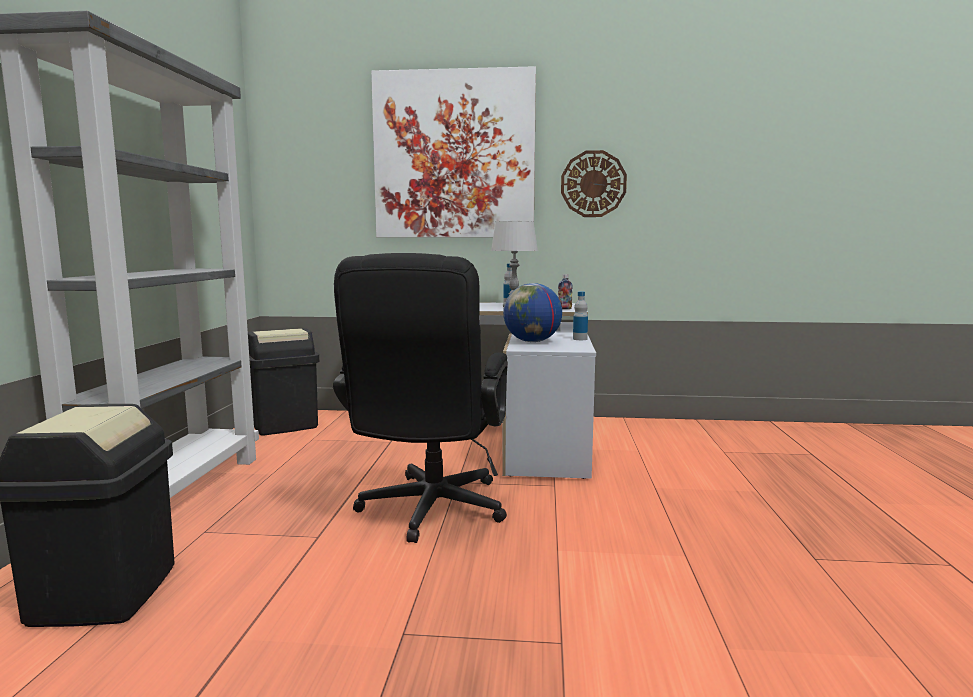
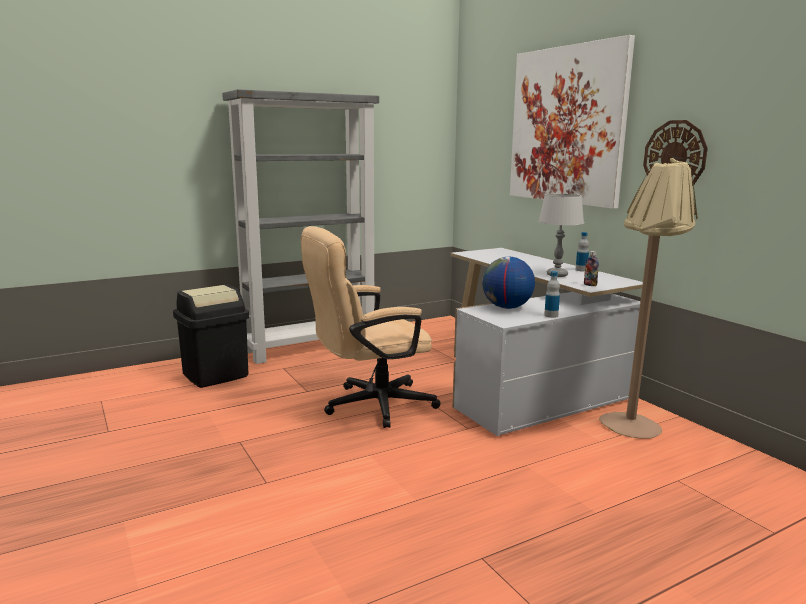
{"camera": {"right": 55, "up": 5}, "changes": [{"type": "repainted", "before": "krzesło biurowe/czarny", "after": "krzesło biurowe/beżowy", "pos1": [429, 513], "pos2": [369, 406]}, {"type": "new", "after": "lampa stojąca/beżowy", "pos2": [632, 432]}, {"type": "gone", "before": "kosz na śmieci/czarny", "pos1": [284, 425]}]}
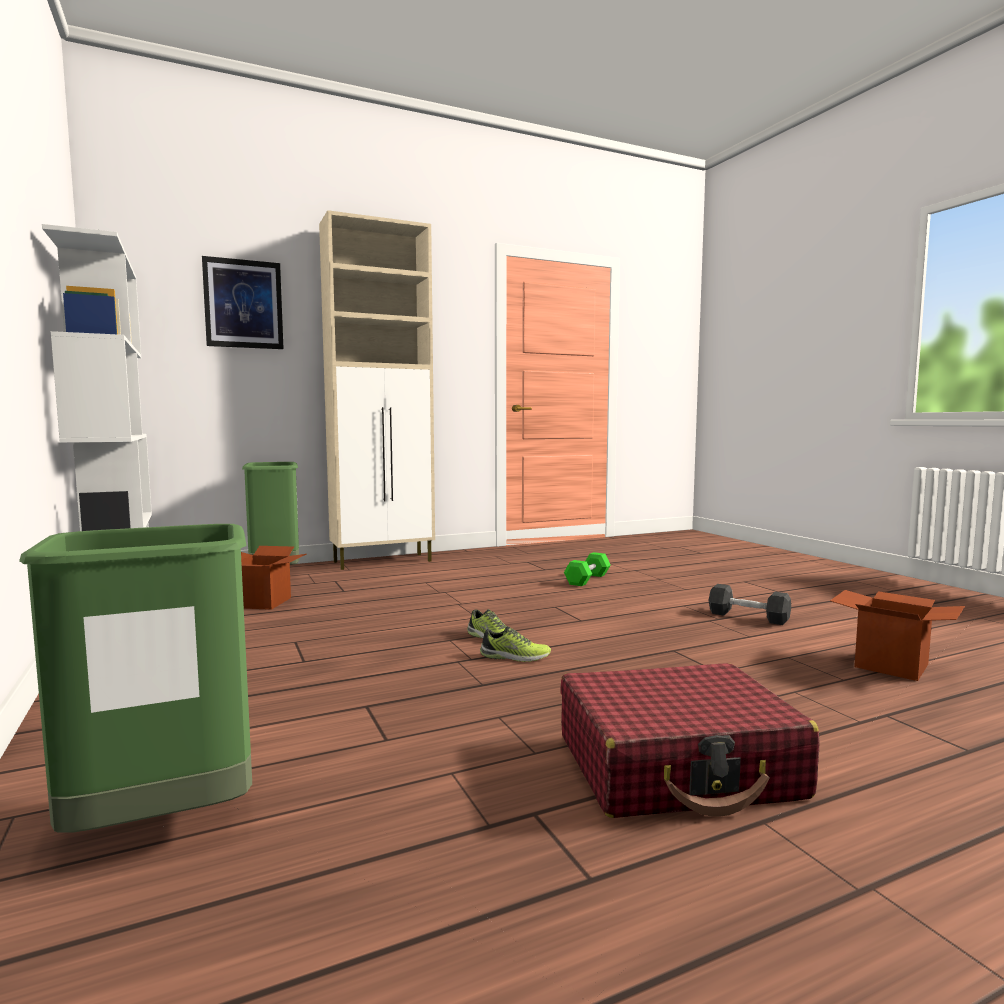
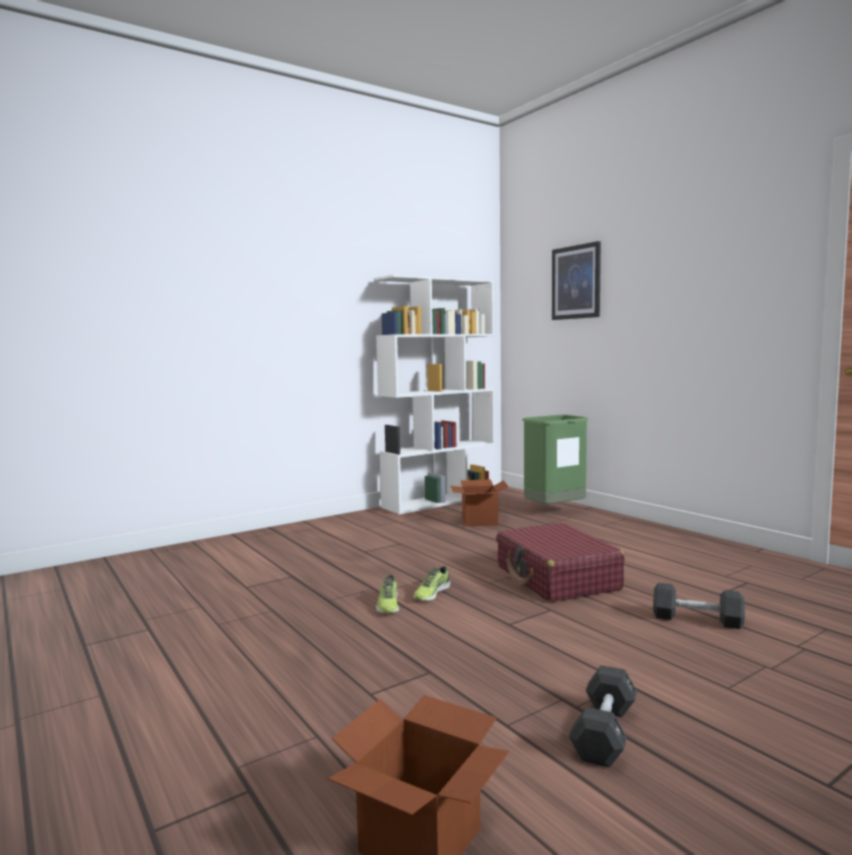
{"camera": {"right": 80, "up": 0}, "changes": [{"type": "shifted", "before": "walizka/czerwony", "pos1": [678, 767], "pos2": [557, 578]}, {"type": "repainted", "before": "hantel/zielony", "after": "hantel/czarny", "pos1": [587, 579], "pos2": [697, 619]}, {"type": "gone", "before": "kosz na śmieci/zielony", "pos1": [162, 826]}, {"type": "gone", "before": "szafka/beżowy", "pos1": [384, 561]}]}
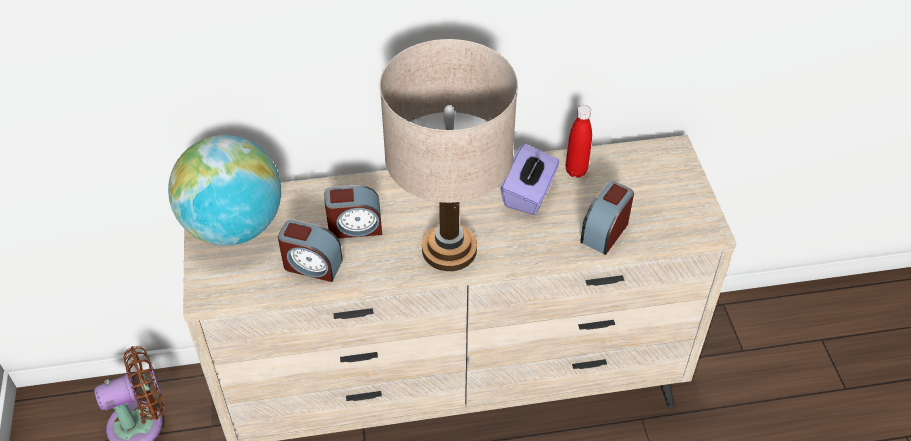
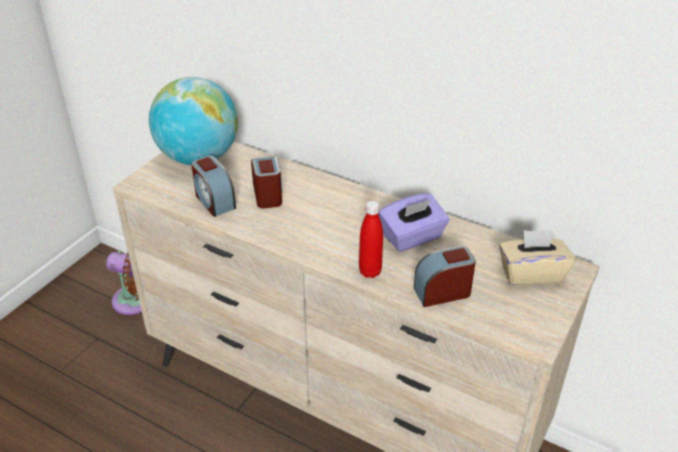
{"camera": {"right": 40, "up": -10}, "changes": [{"type": "rotated", "before": "budzik", "pos1": [355, 226], "pos2": [268, 194], "turn": -135}, {"type": "shifted", "before": "butelka/czerwony", "pos1": [576, 171], "pos2": [370, 272]}, {"type": "new", "after": "pudełko chusteczek/beżowy", "pos2": [531, 273]}, {"type": "gone", "before": "lampa stołowa/beżowy", "pos1": [449, 249]}]}
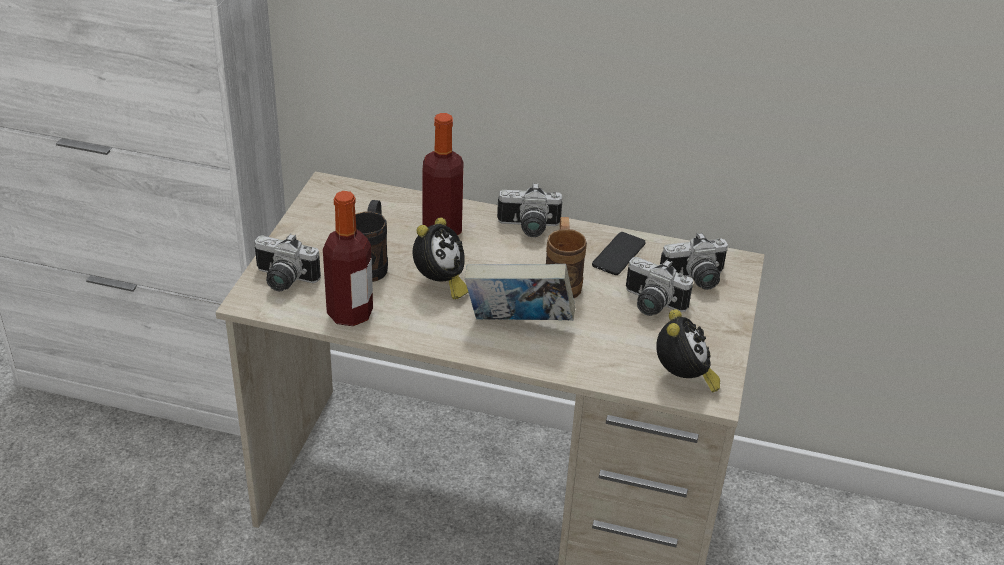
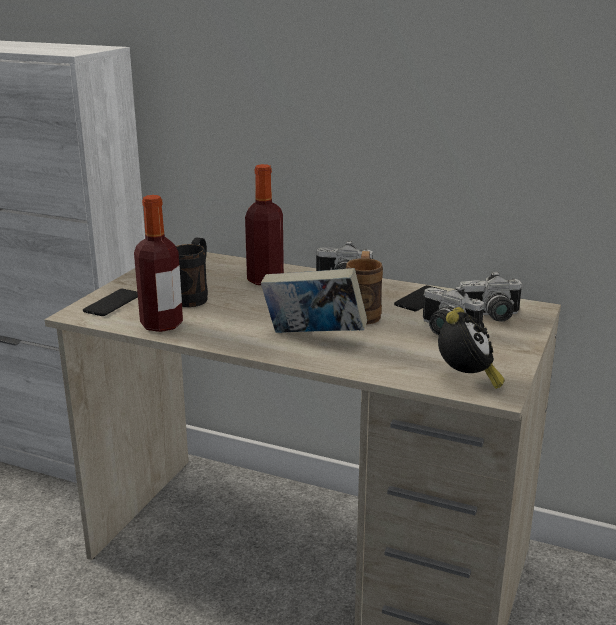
{"camera": {"right": 10, "up": -15}, "changes": [{"type": "swapped", "before": "aparat fotograficzny", "after": "telefon", "pos1": [283, 280], "pos2": [112, 303]}, {"type": "gone", "before": "budzik", "pos1": [440, 284]}]}
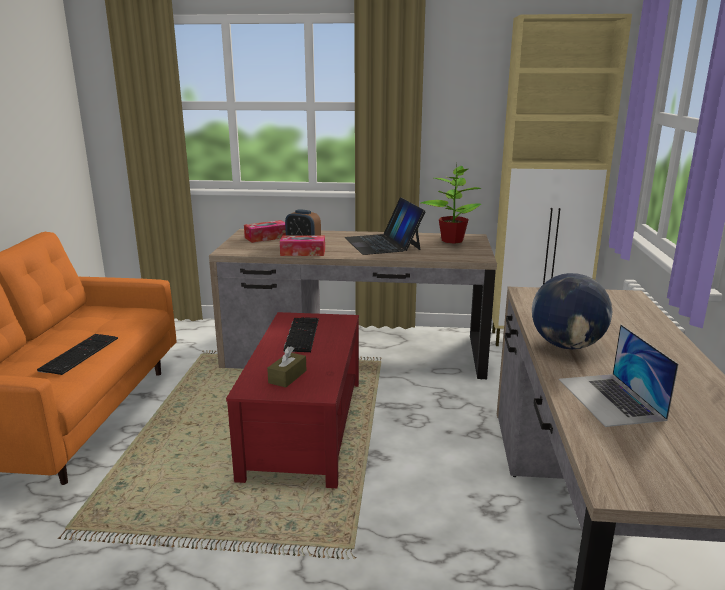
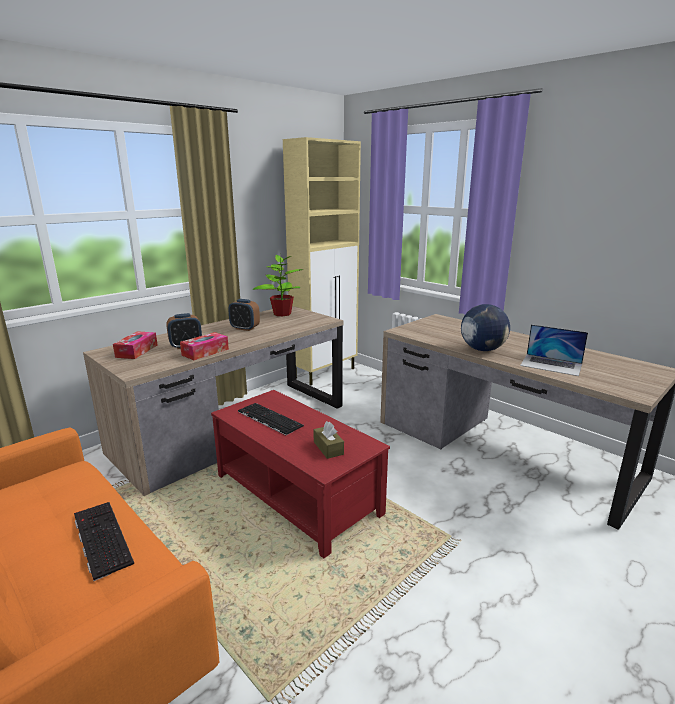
{"camera": {"right": -50, "up": 0}, "changes": [{"type": "swapped", "before": "laptop", "after": "budzik", "pos1": [383, 243], "pos2": [245, 328]}]}
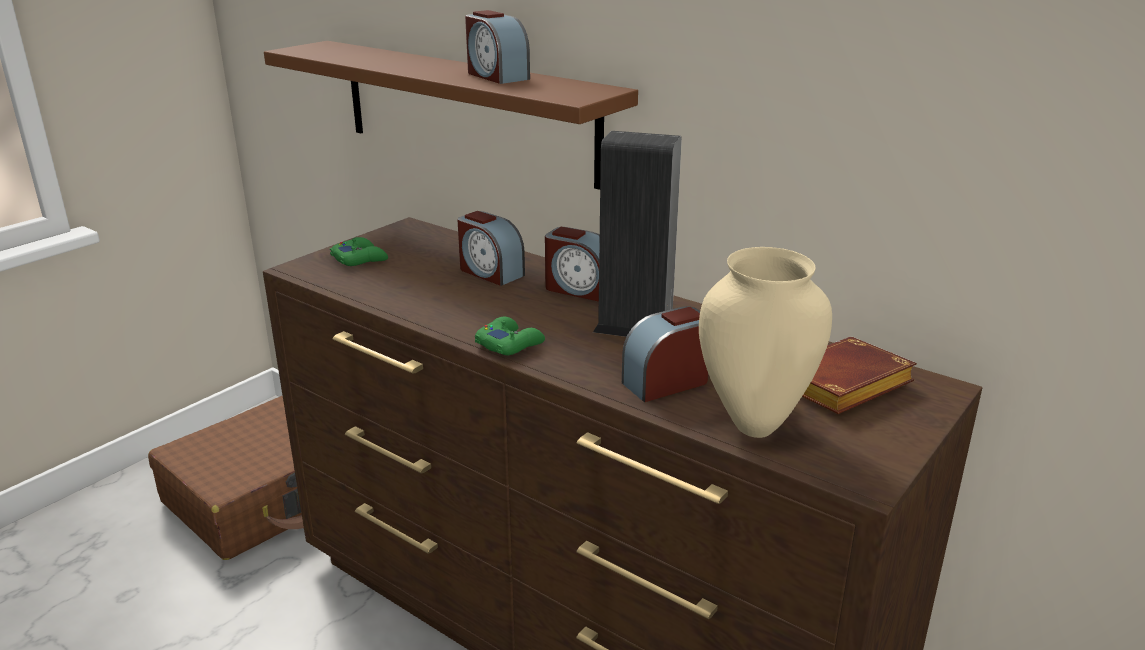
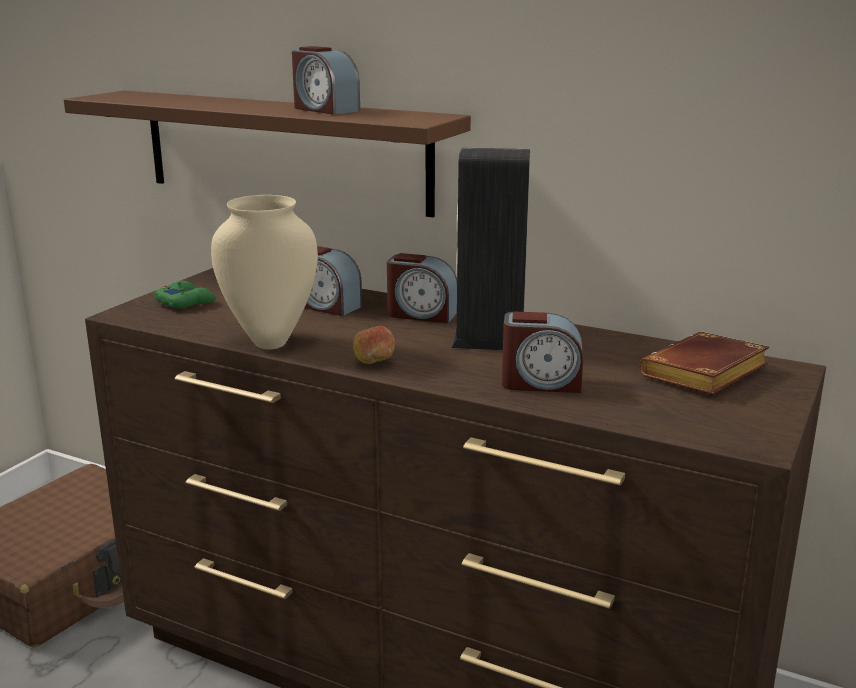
{"camera": {"right": -10, "up": -5}, "changes": [{"type": "shifted", "before": "wazon/beżowy", "pos1": [754, 423], "pos2": [271, 341]}, {"type": "swapped", "before": "pad do gier/zielony", "after": "jabłko", "pos1": [509, 344], "pos2": [374, 363]}, {"type": "rotated", "before": "budzik", "pos1": [666, 382], "pos2": [541, 383], "turn": -135}]}
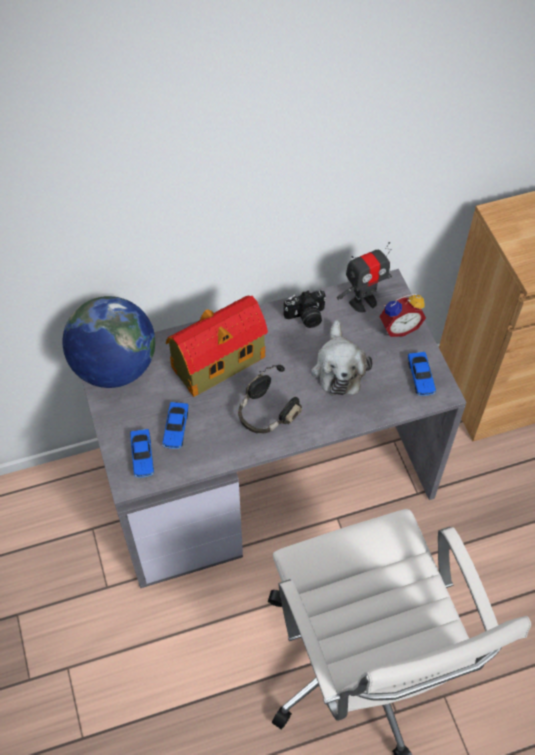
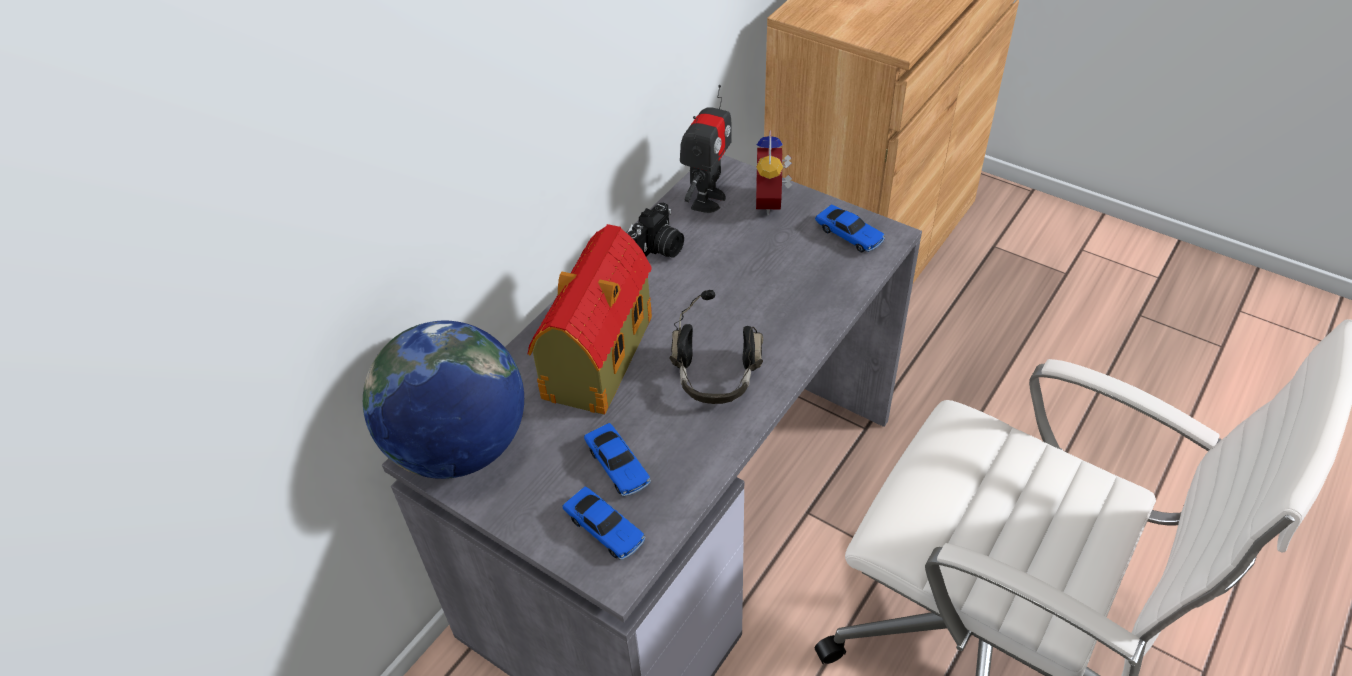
{"camera": {"right": -35, "up": -10}, "changes": [{"type": "rotated", "before": "budzik", "pos1": [398, 327], "pos2": [772, 202], "turn": 150}, {"type": "gone", "before": "pluszak", "pos1": [338, 368]}]}
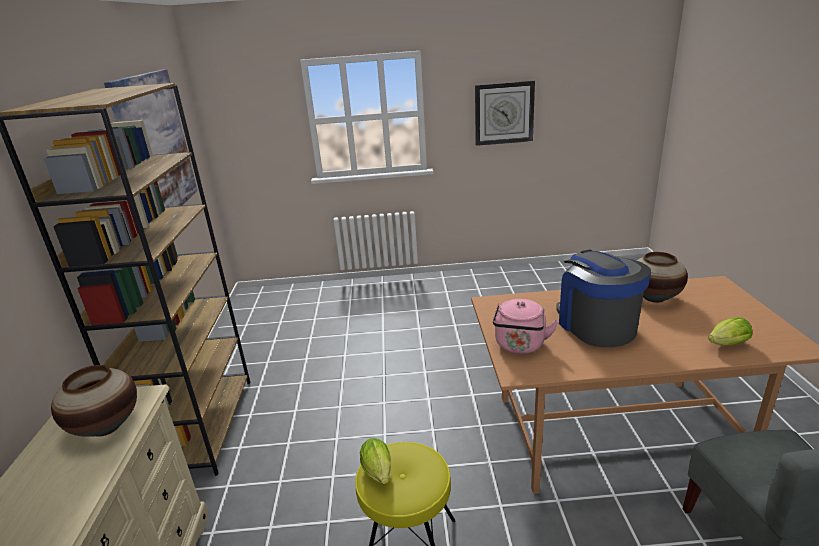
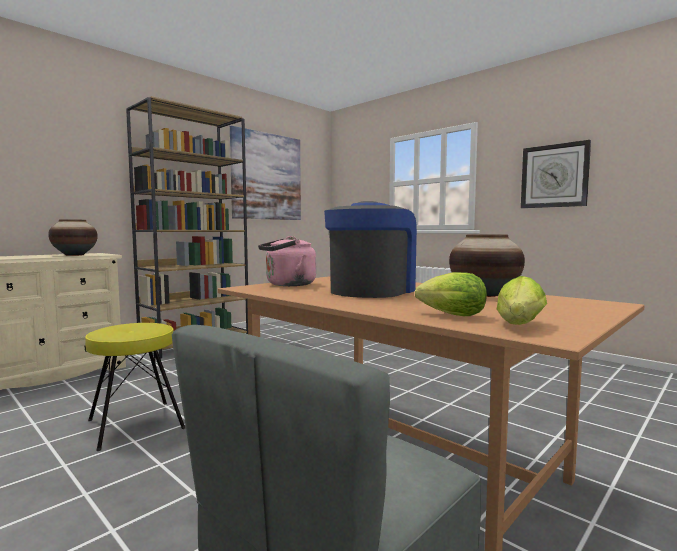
{"camera": {"right": 45, "up": -20}, "changes": [{"type": "shifted", "before": "sałata", "pos1": [379, 474], "pos2": [519, 326]}]}
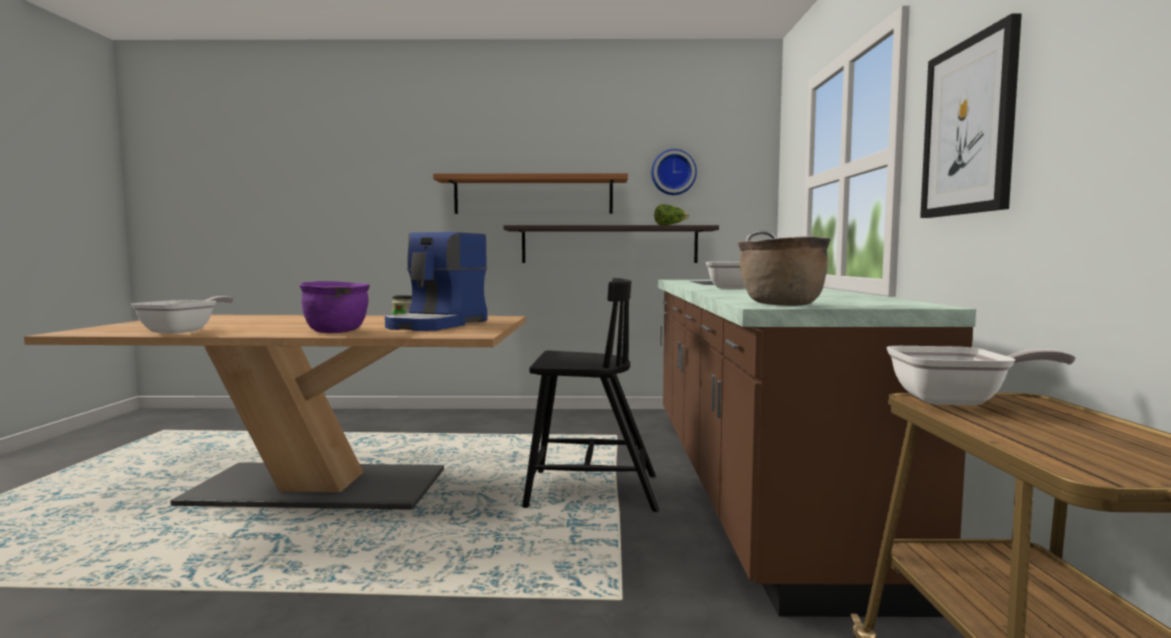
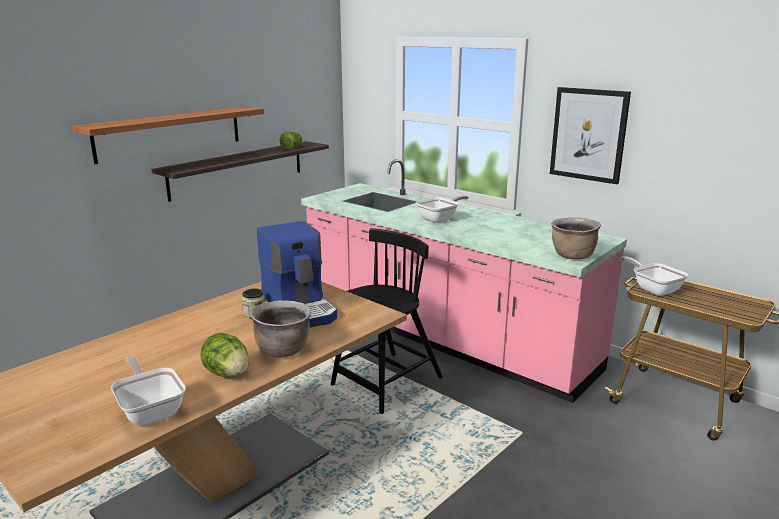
{"camera": {"right": -50, "up": 15}, "changes": [{"type": "new", "after": "sałata", "pos2": [227, 373]}, {"type": "repainted", "before": "garnek/fioletowy", "after": "garnek/brązowy", "pos1": [337, 332], "pos2": [283, 350]}, {"type": "repainted", "before": "zabudowa kuchenna/brązowy", "after": "zabudowa kuchenna/różowy", "pos1": [751, 484], "pos2": [442, 336]}, {"type": "rotated", "before": "patelnia", "pos1": [958, 401], "pos2": [653, 289], "turn": -75}, {"type": "gone", "before": "zegar ścienny", "pos1": [673, 172]}]}
